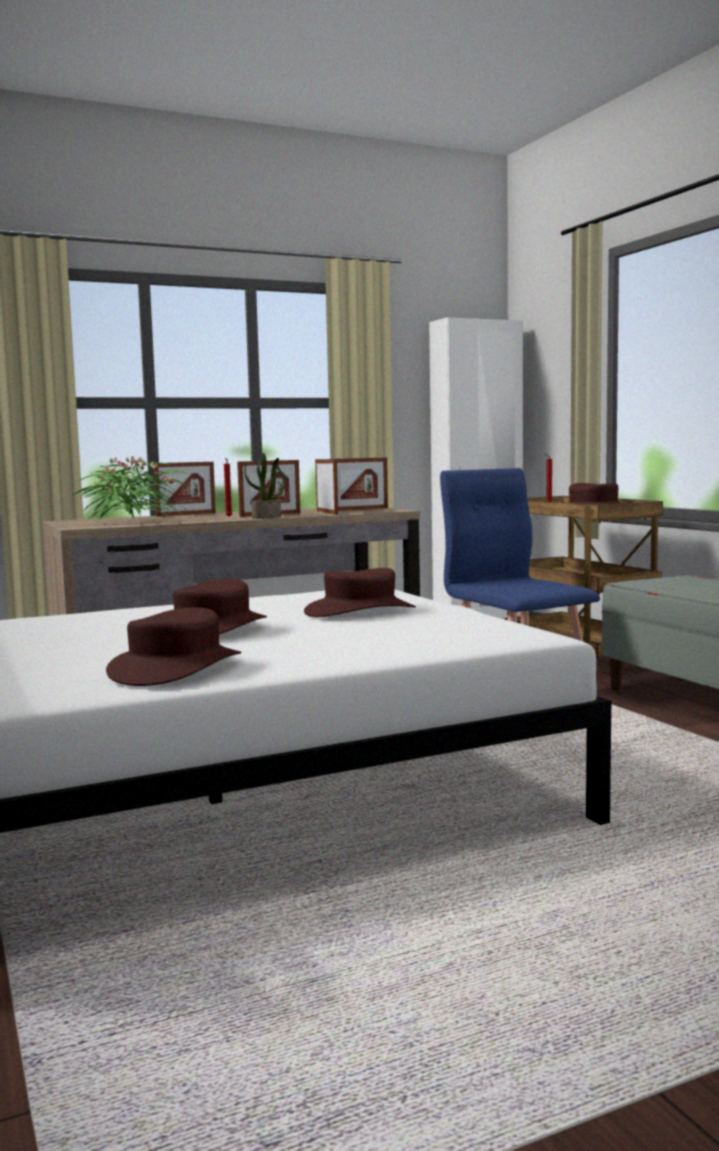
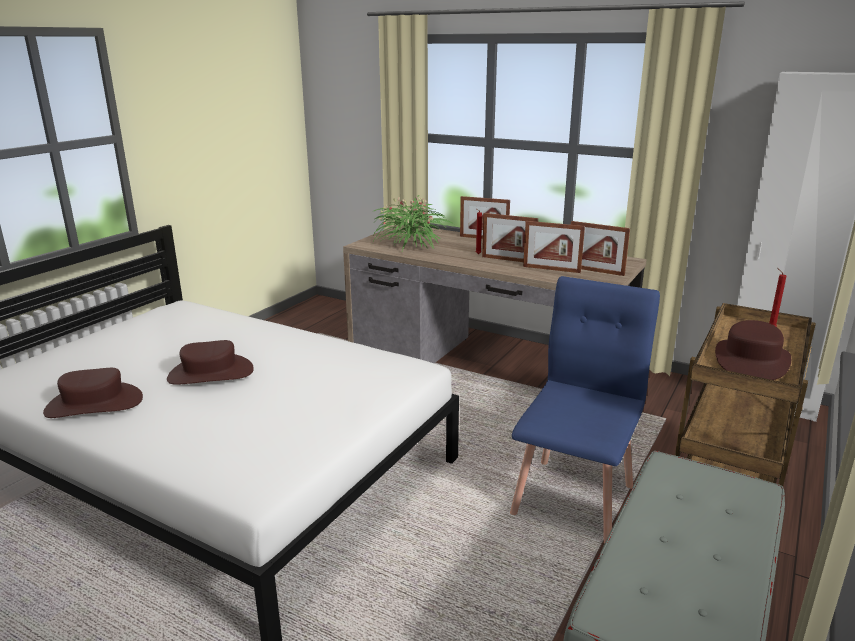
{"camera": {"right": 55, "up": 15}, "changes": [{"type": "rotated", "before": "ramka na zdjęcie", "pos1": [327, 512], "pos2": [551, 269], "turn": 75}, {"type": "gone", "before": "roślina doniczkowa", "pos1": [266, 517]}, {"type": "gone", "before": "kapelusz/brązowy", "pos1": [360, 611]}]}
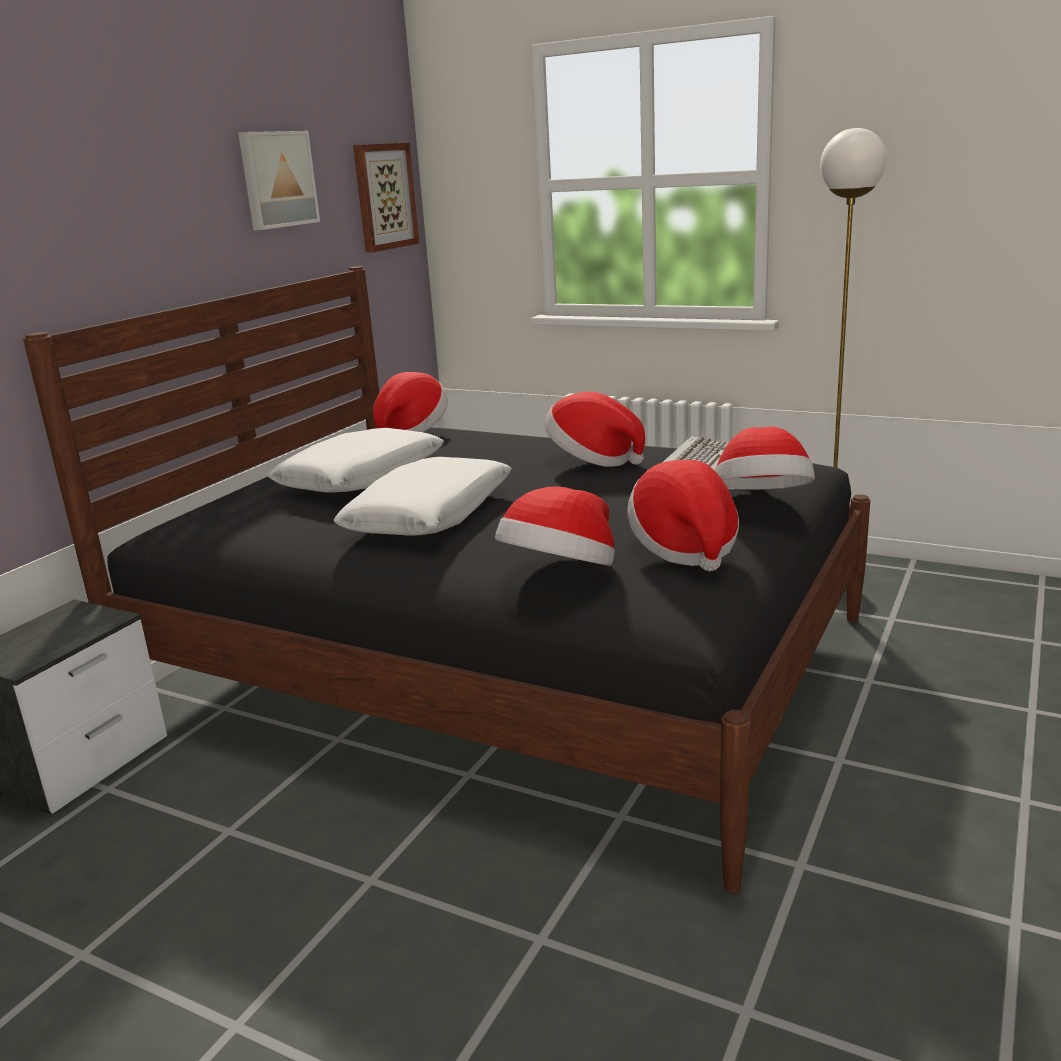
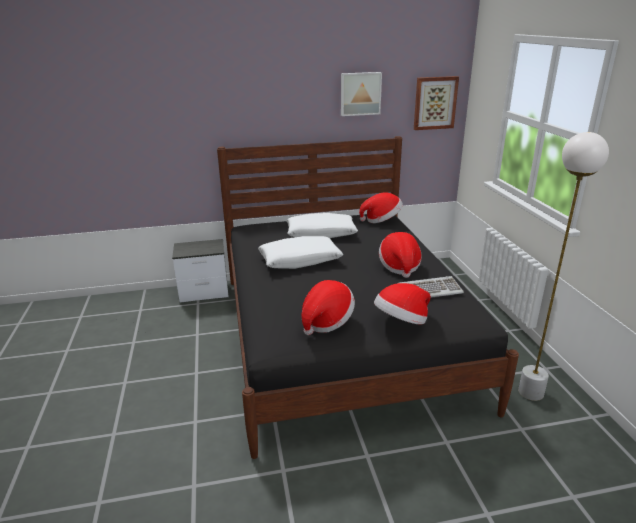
{"camera": {"right": 50, "up": 5}, "changes": [{"type": "gone", "before": "kapelusz", "pos1": [560, 575]}]}
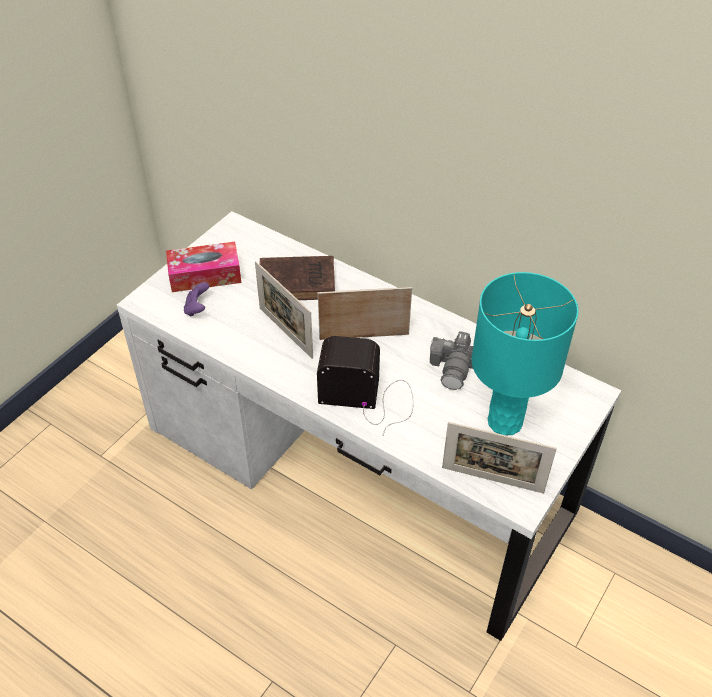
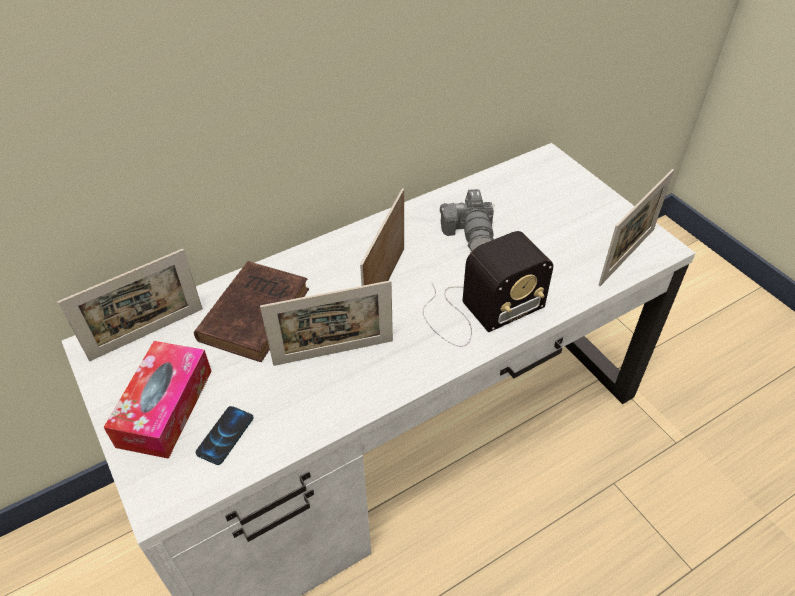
{"camera": {"right": -65, "up": 0}, "changes": [{"type": "new", "after": "ramka na zdjęcie", "pos2": [147, 334]}, {"type": "swapped", "before": "pad do gier/fioletowy", "after": "telefon", "pos1": [197, 308], "pos2": [225, 435]}, {"type": "rotated", "before": "radio", "pos1": [369, 397], "pos2": [478, 310], "turn": -150}, {"type": "rotated", "before": "aparat fotograficzny", "pos1": [453, 368], "pos2": [470, 233], "turn": 45}, {"type": "gone", "before": "lampa stołowa/turkusowy", "pos1": [504, 421]}]}
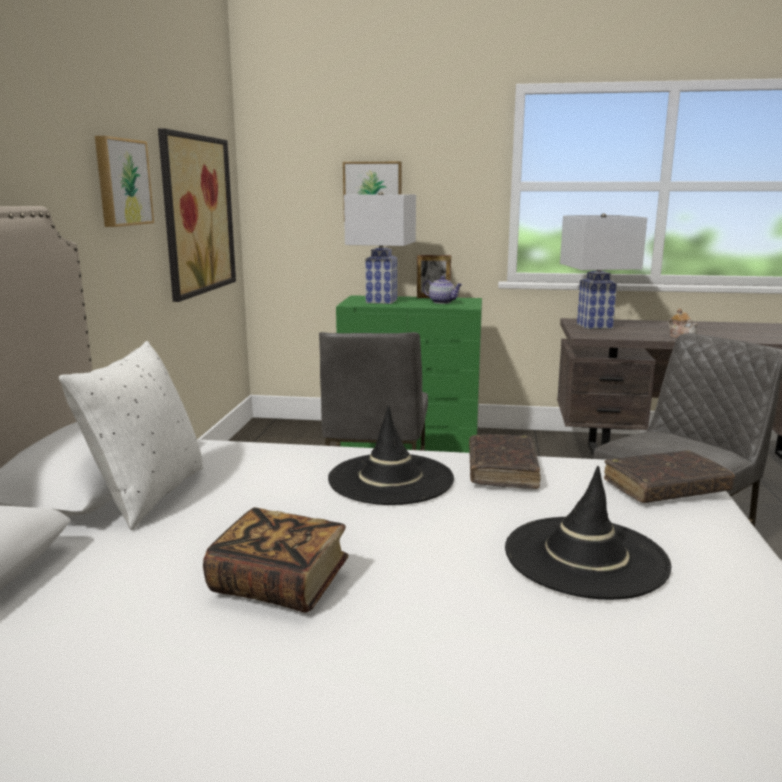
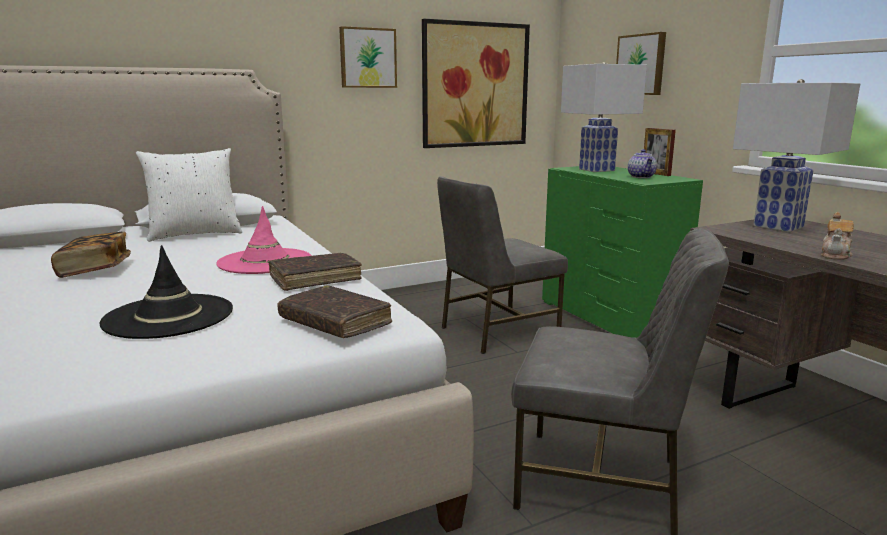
{"camera": {"right": 55, "up": 0}, "changes": [{"type": "repainted", "before": "kapelusz/czarny", "after": "kapelusz/różowy", "pos1": [391, 479], "pos2": [265, 262]}]}
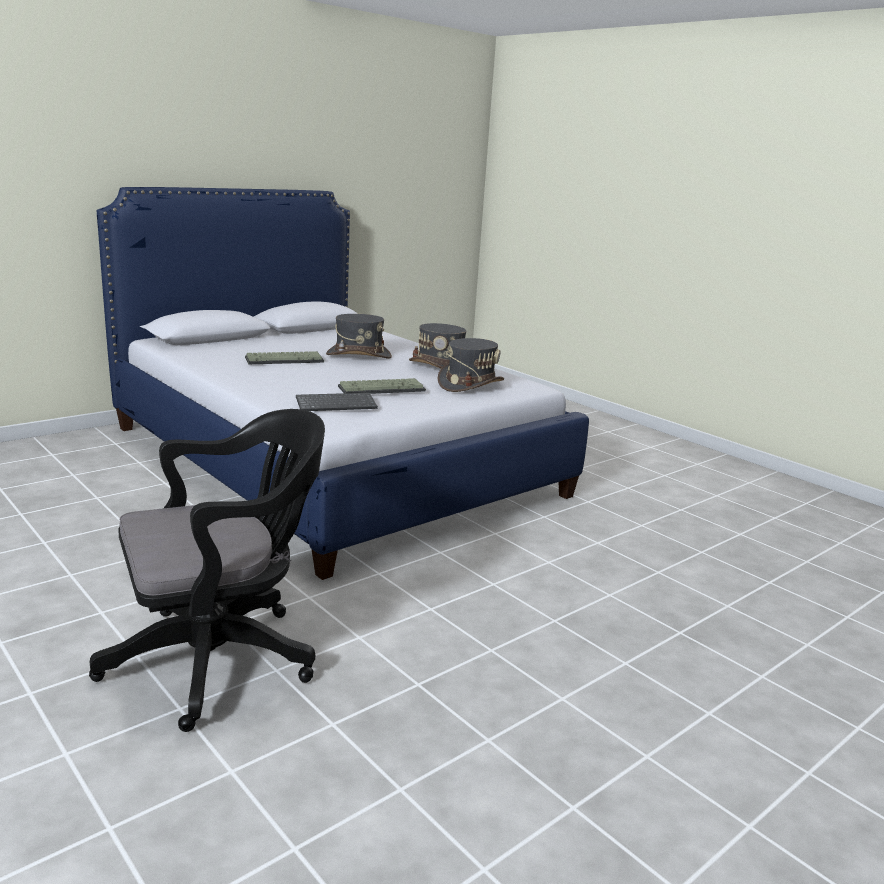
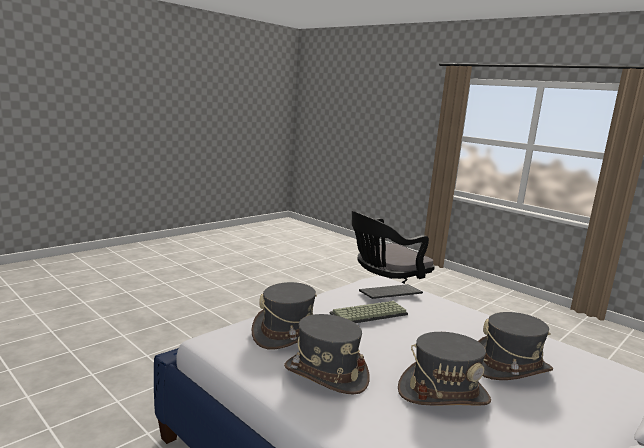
{"camera": {"right": 175, "up": -5}, "changes": [{"type": "swapped", "before": "klawiatura", "after": "kapelusz/szary", "pos1": [285, 359], "pos2": [510, 367]}]}
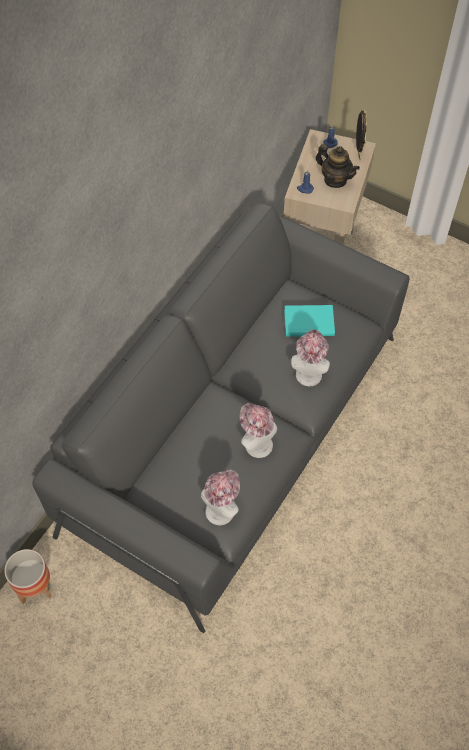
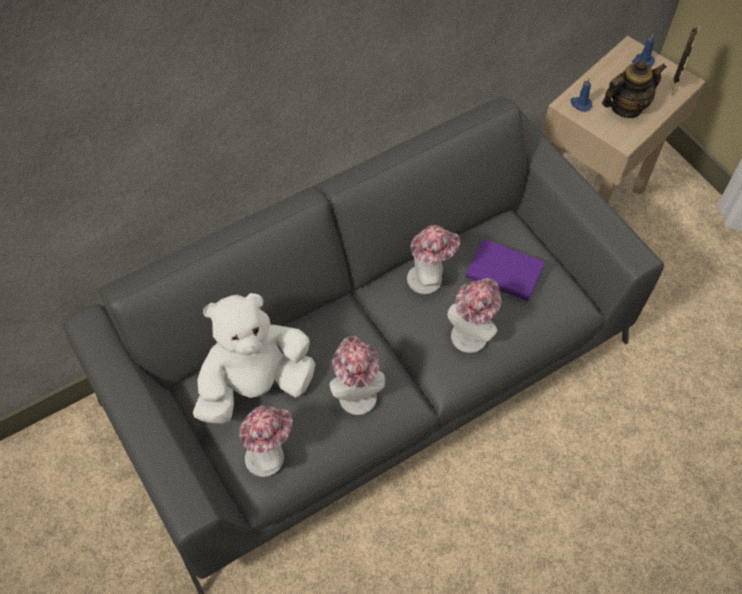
{"camera": {"right": 25, "up": 0}, "changes": [{"type": "new", "after": "pluszak/biały", "pos2": [255, 386]}, {"type": "new", "after": "kapelusz", "pos2": [429, 278]}, {"type": "repainted", "before": "książka/turkusowy", "after": "książka/fioletowy", "pos1": [309, 323], "pos2": [504, 273]}, {"type": "rotated", "before": "imbryk", "pos1": [335, 180], "pos2": [626, 107], "turn": -90}, {"type": "gone", "before": "donica", "pos1": [35, 586]}]}
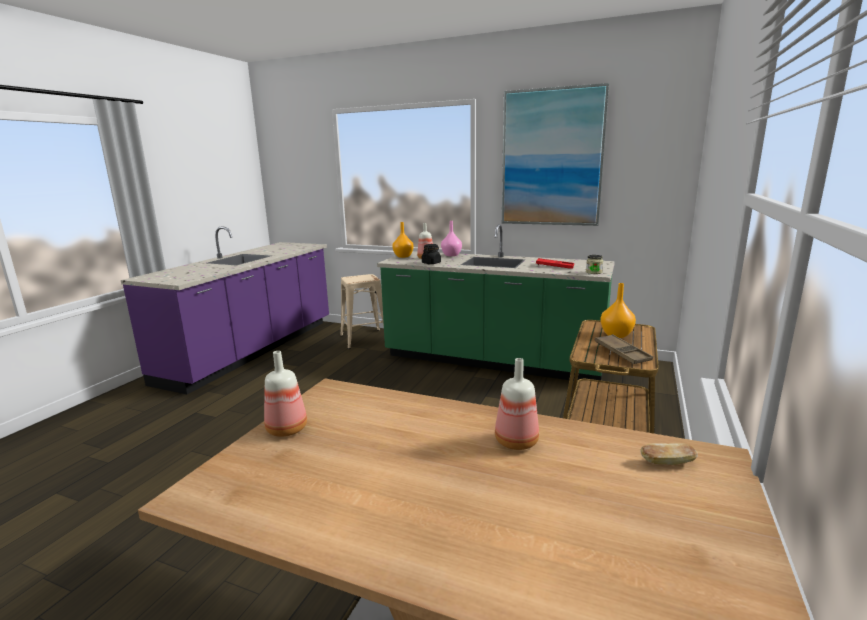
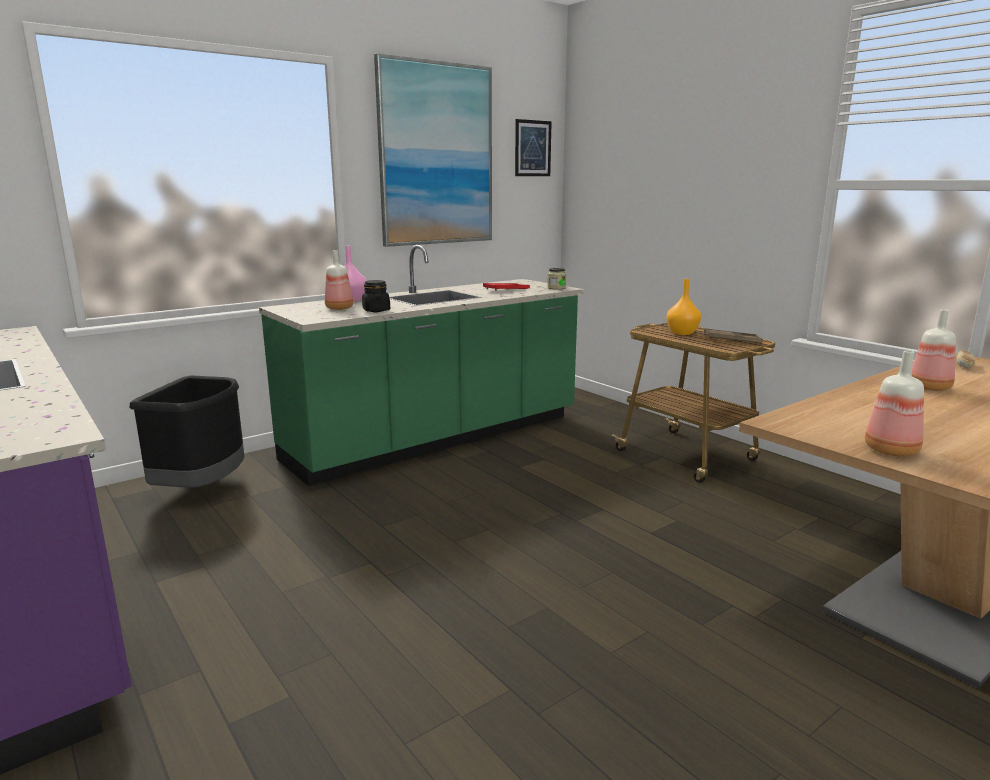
{"camera": {"right": -60, "up": 0}, "changes": [{"type": "swapped", "before": "stołek/beżowy", "after": "kosz na śmieci/czarny", "pos1": [364, 339], "pos2": [203, 488]}, {"type": "new", "after": "obraz", "pos2": [532, 148]}, {"type": "gone", "before": "wazon/pomarańczowy", "pos1": [403, 256]}]}
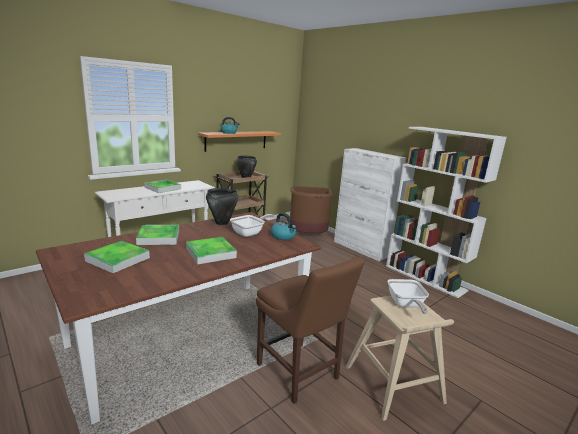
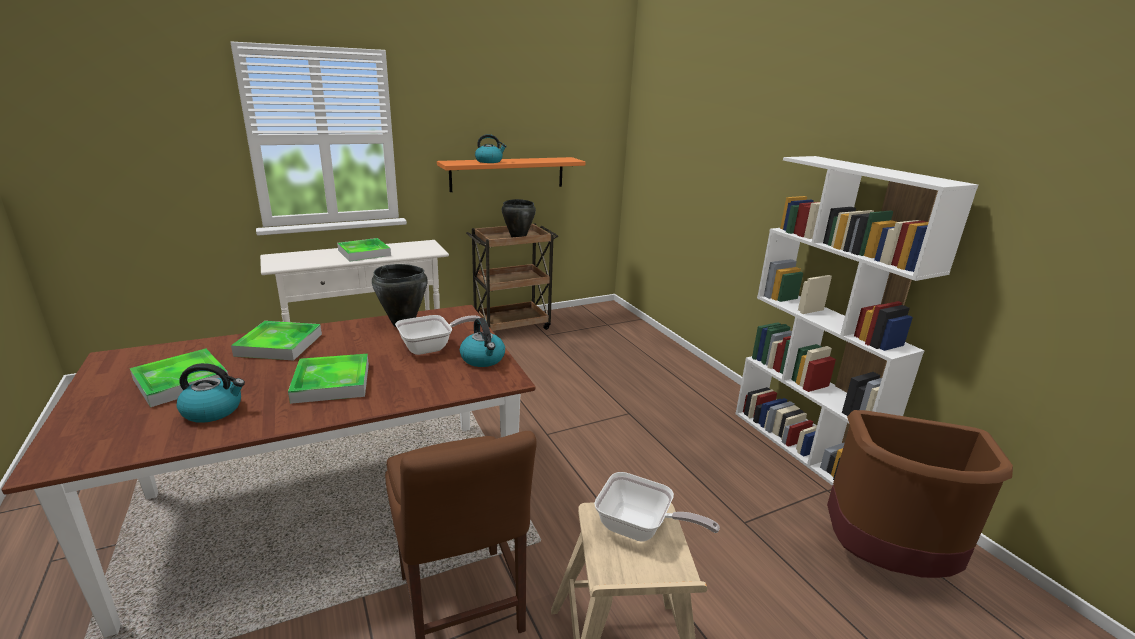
{"camera": {"right": 15, "up": 5}, "changes": [{"type": "new", "after": "czajnik", "pos2": [214, 410]}, {"type": "rotated", "before": "patelnia", "pos1": [406, 305], "pos2": [640, 529], "turn": -75}, {"type": "shifted", "before": "kosz na śmieci/brązowy", "pos1": [308, 235], "pos2": [888, 560]}, {"type": "gone", "before": "szafka/biały", "pos1": [361, 249]}]}
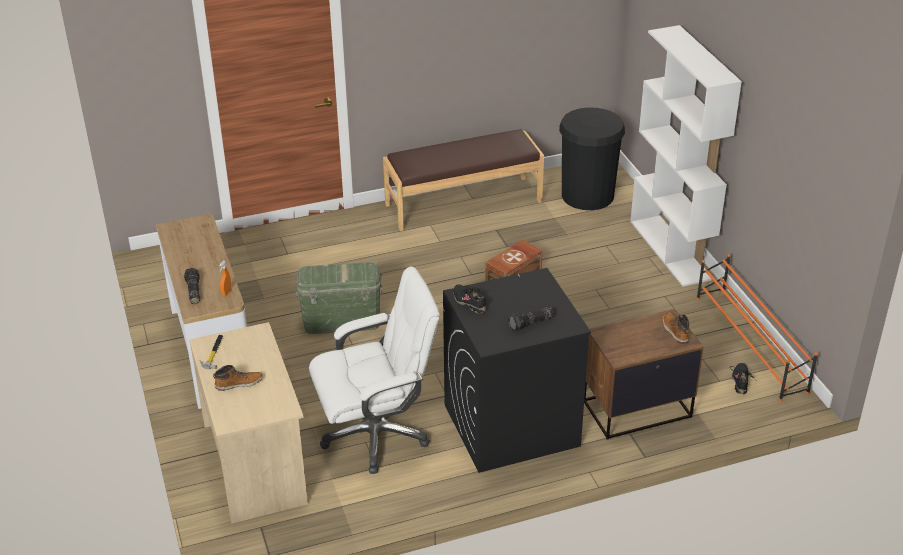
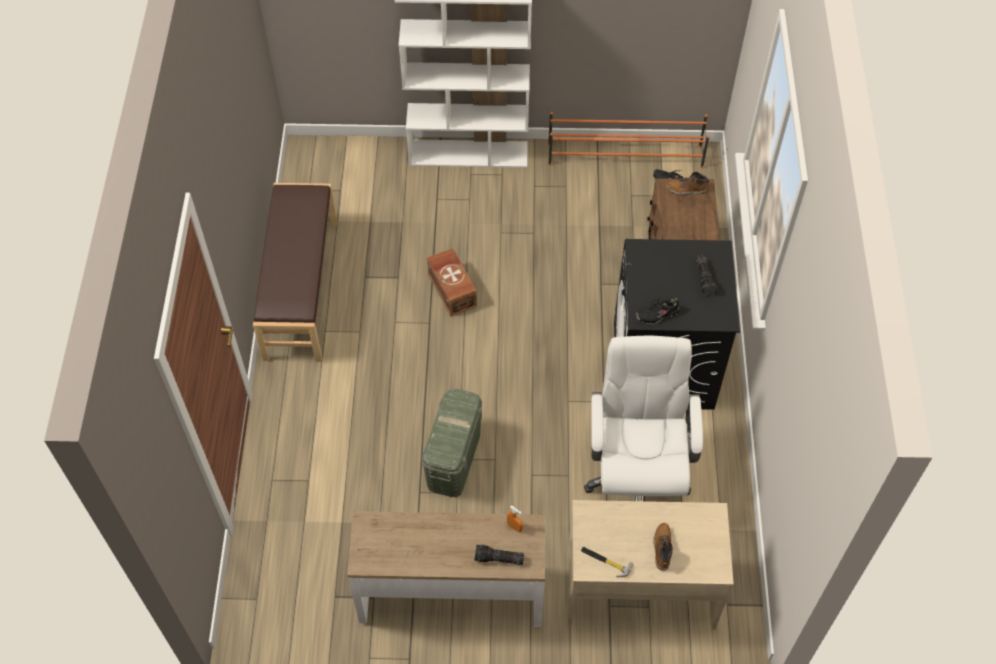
{"camera": {"right": -70, "up": 20}, "changes": [{"type": "gone", "before": "kosz na śmieci/czarny", "pos1": [587, 195]}]}
